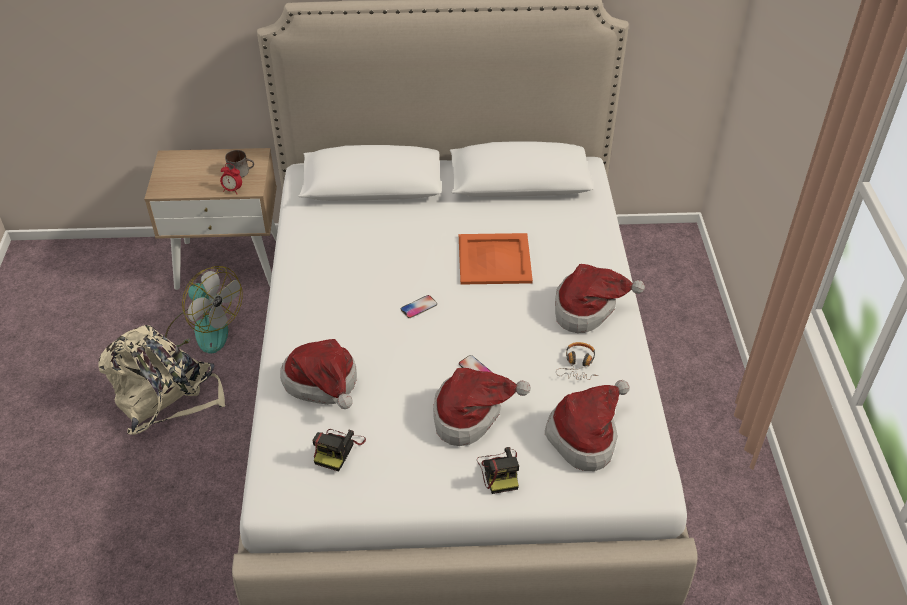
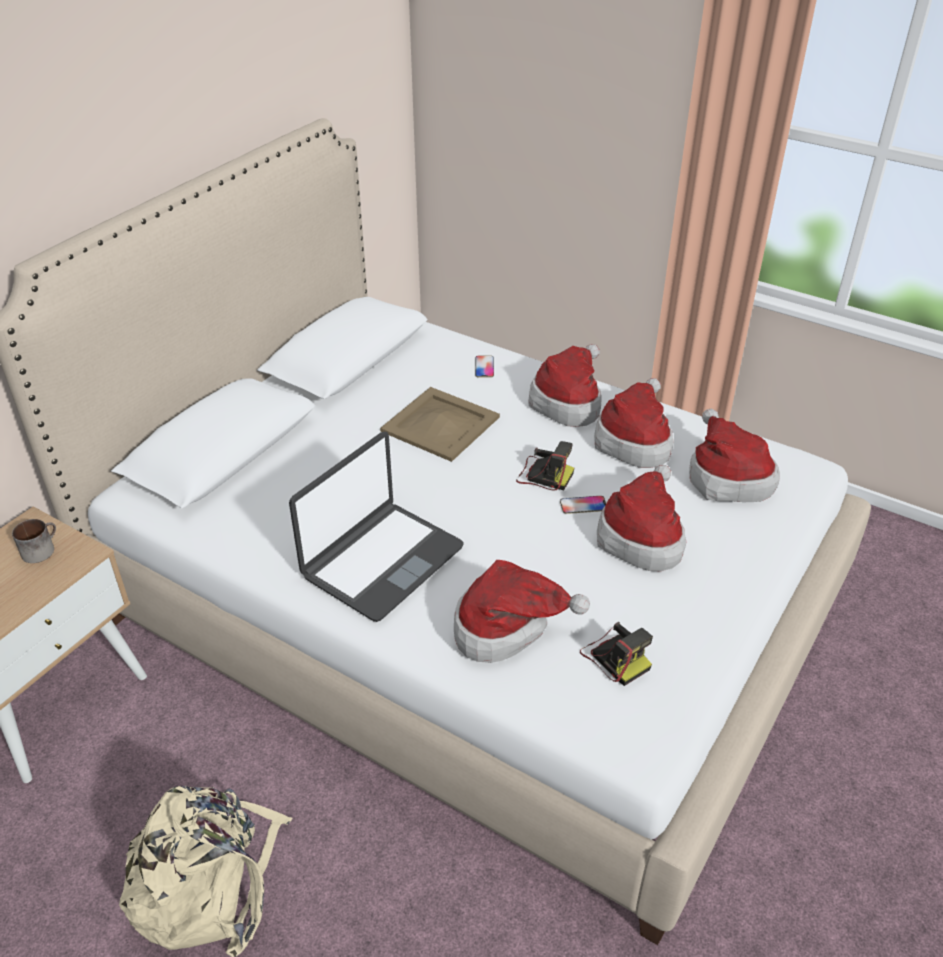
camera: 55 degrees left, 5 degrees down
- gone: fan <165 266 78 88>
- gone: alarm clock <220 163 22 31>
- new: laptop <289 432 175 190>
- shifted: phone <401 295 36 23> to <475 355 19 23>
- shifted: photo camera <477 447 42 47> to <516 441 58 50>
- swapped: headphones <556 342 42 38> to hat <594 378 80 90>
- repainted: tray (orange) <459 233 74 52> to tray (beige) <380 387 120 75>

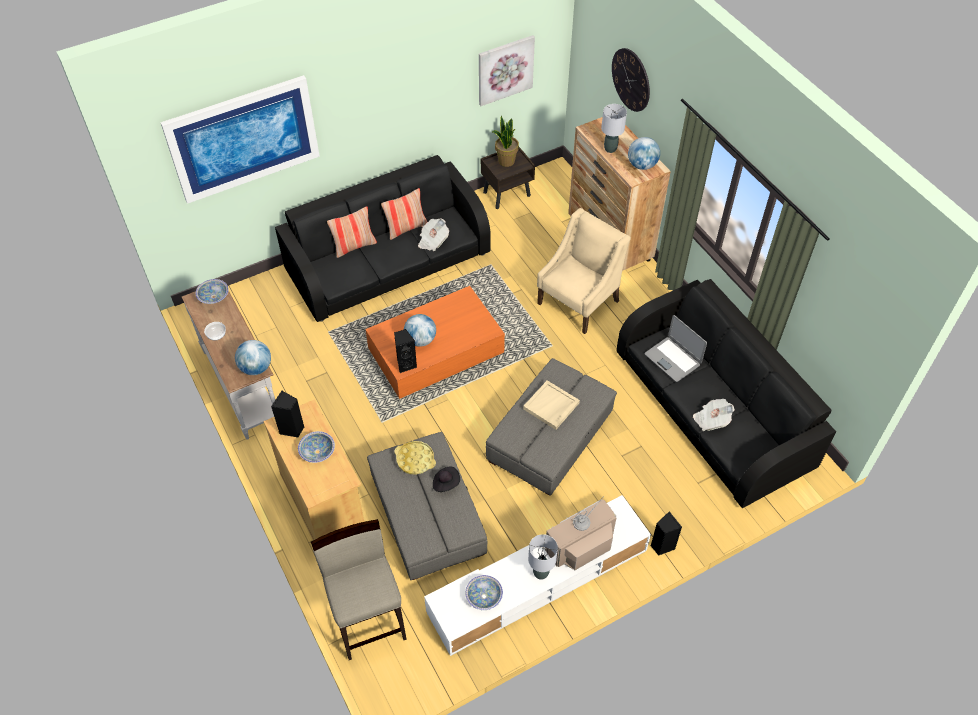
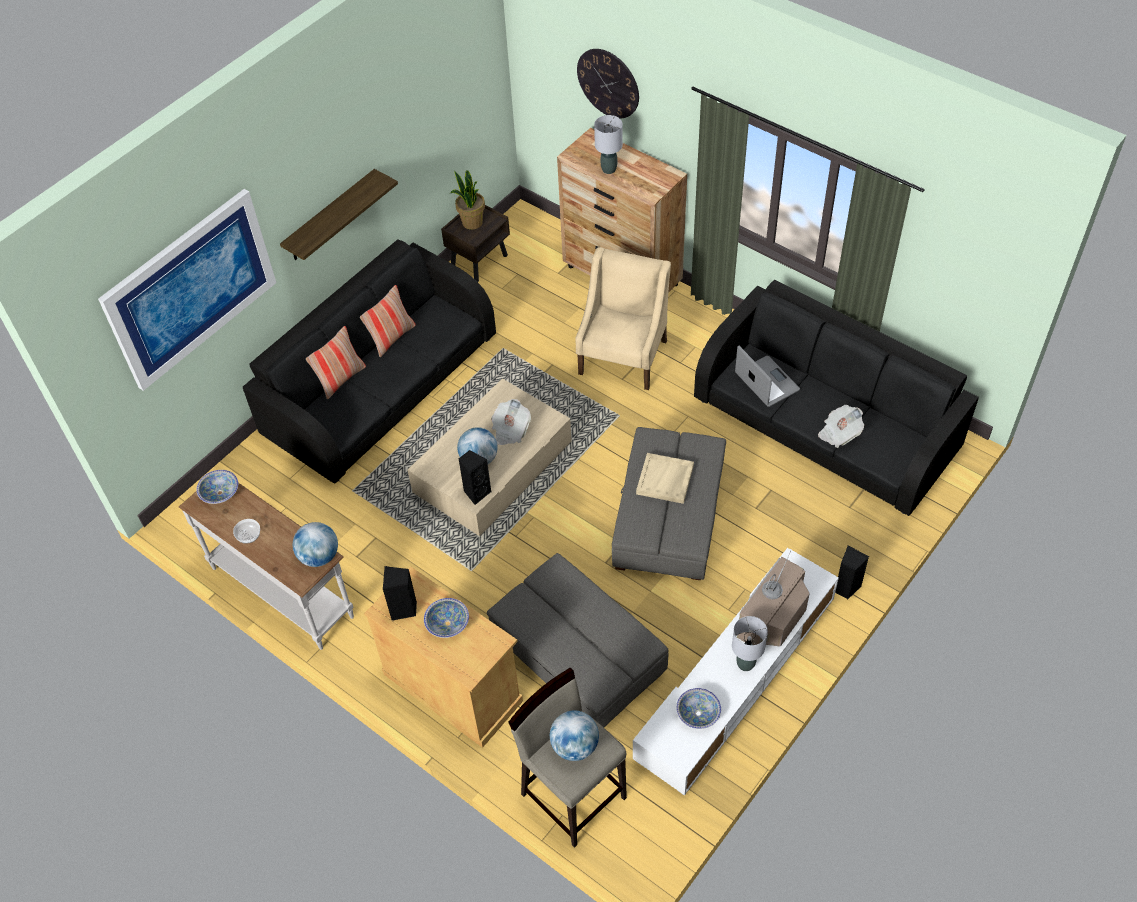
camera: 20 degrees left, 0 degrees up
- gone: tray (yellow) <394 441 42 34>
- gone: hat (black) <433 466 27 26>
- gone: picture <479 35 56 71>
- new: shelf <280 169 118 91>
- shifted: newspaper <418 219 31 32> to <491 399 40 46>
- shifted: globe <628 137 32 33> to <550 710 49 51>
- repainted: coffee table (orange) <366 286 139 113> to coffee table (beige) <408 378 164 158>
- rotated: laptop <645 315 62 67> = <735 346 65 61> 150 degrees counterclockwise

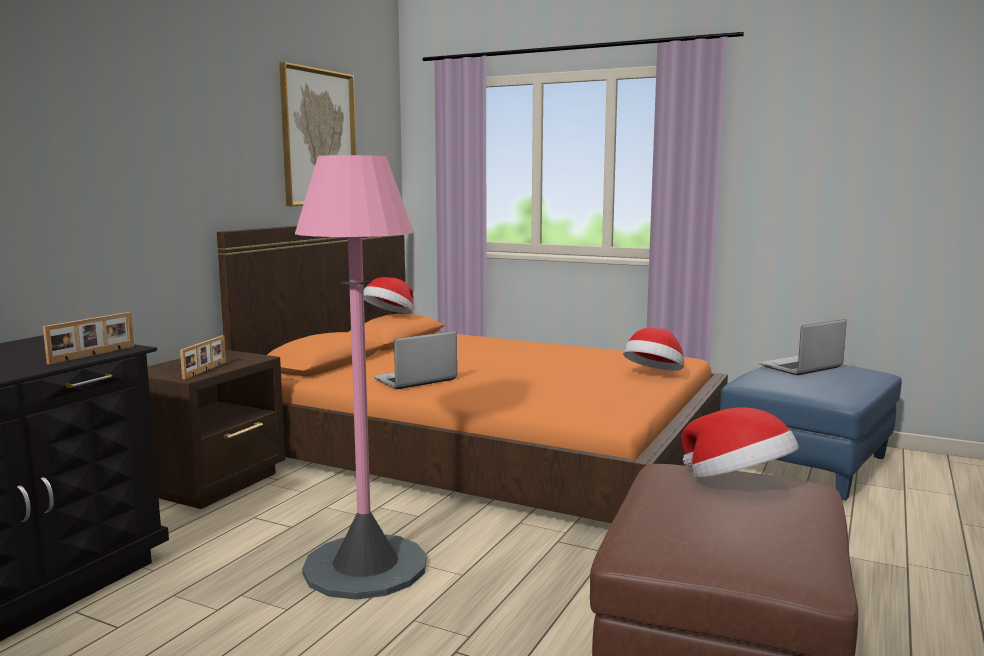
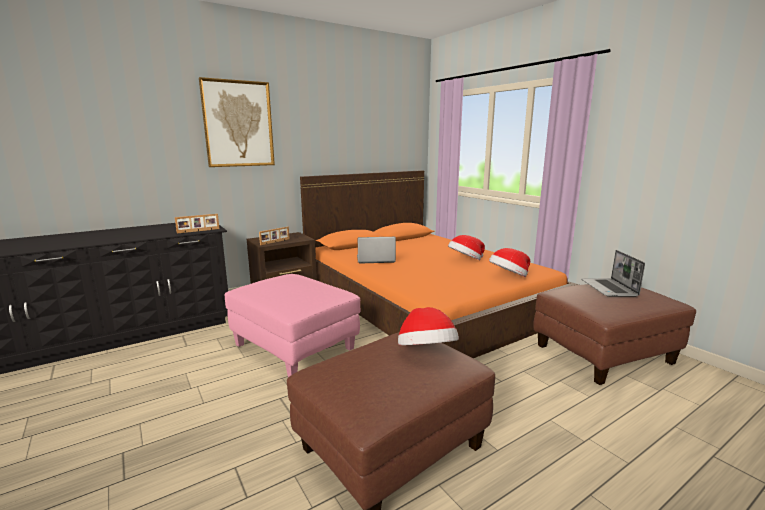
camera: 30 degrees right, 5 degrees up
- shifted: picture <279 62 77 144> to <199 77 76 90>
- shifted: hat <364 277 49 37> to <448 235 37 25>
- swapped: floor lamp (pink) <295 155 132 445> to ottoman (pink) <225 274 135 103>
- repainted: ottoman (blue) <720 365 182 135> to ottoman (brown) <533 284 163 101>
- rotated: laptop <759 319 88 56> = <581 250 64 47> 90 degrees counterclockwise

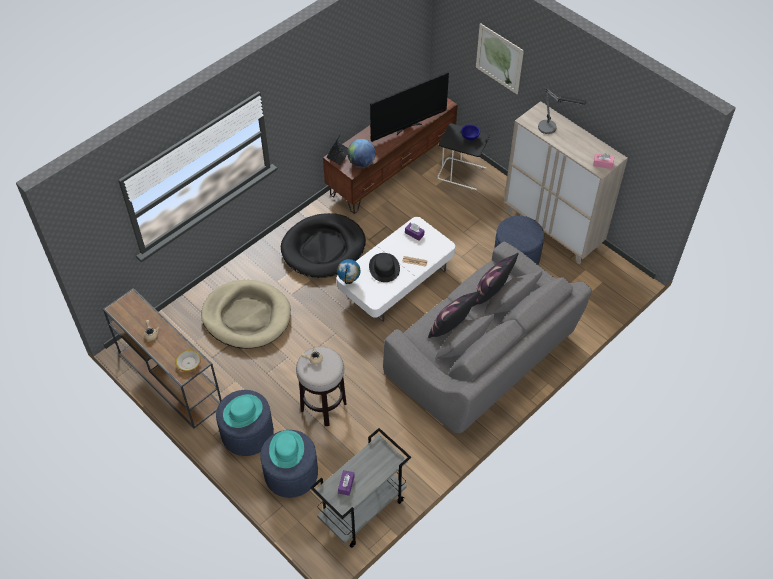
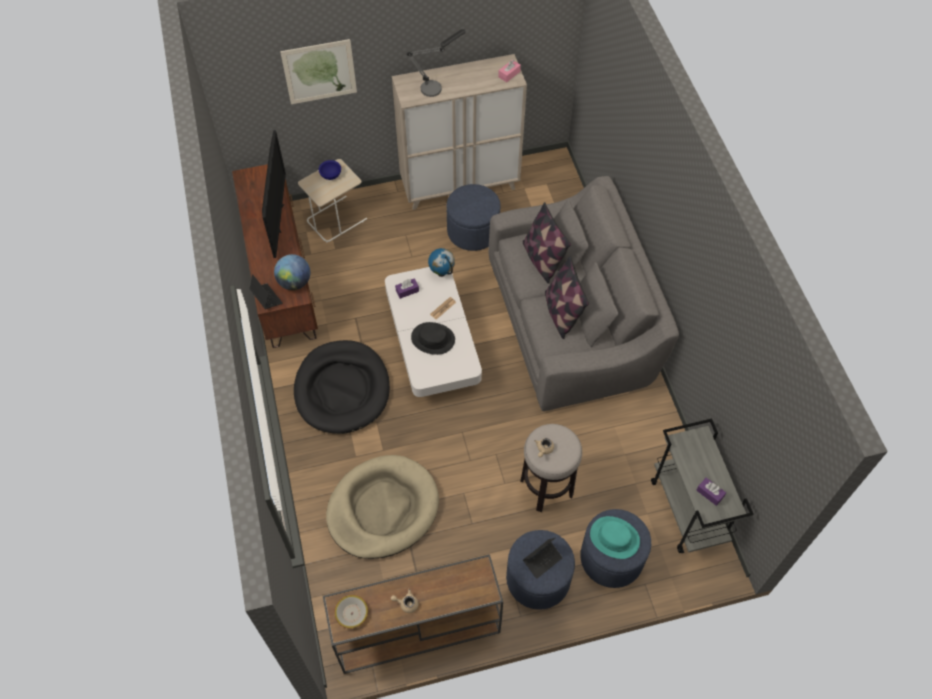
camera: 60 degrees left, 5 degrees up
- shifted: bowl <175 350 26 22> to <334 595 34 34>
- shifted: globe <337 259 23 25> to <428 248 27 29>
- swapped: hat (turquoise) <223 394 40 34> to laptop <523 537 39 42>
- repainted: side table (black) <438 123 52 67> to side table (beige) <298 159 70 84>

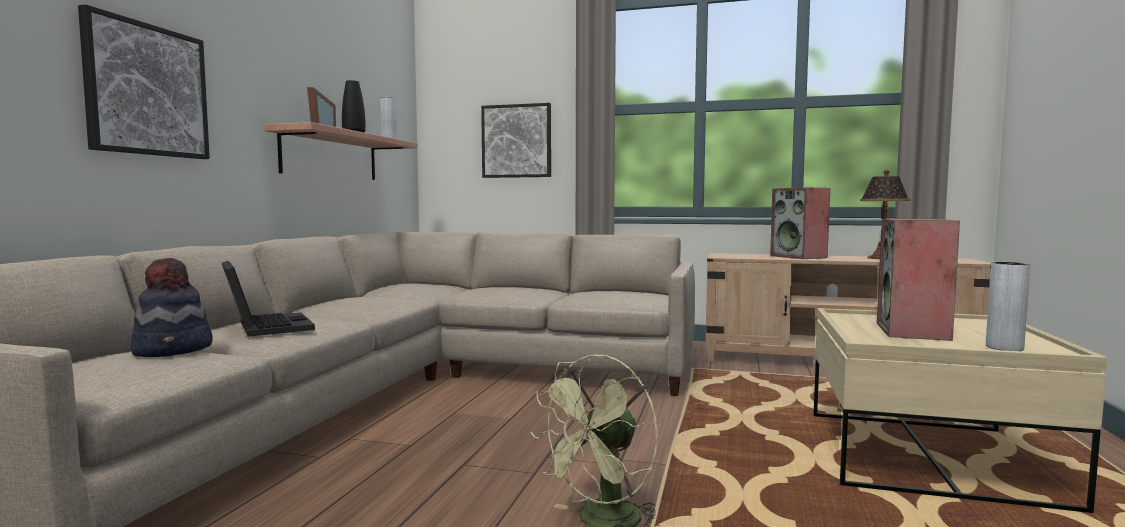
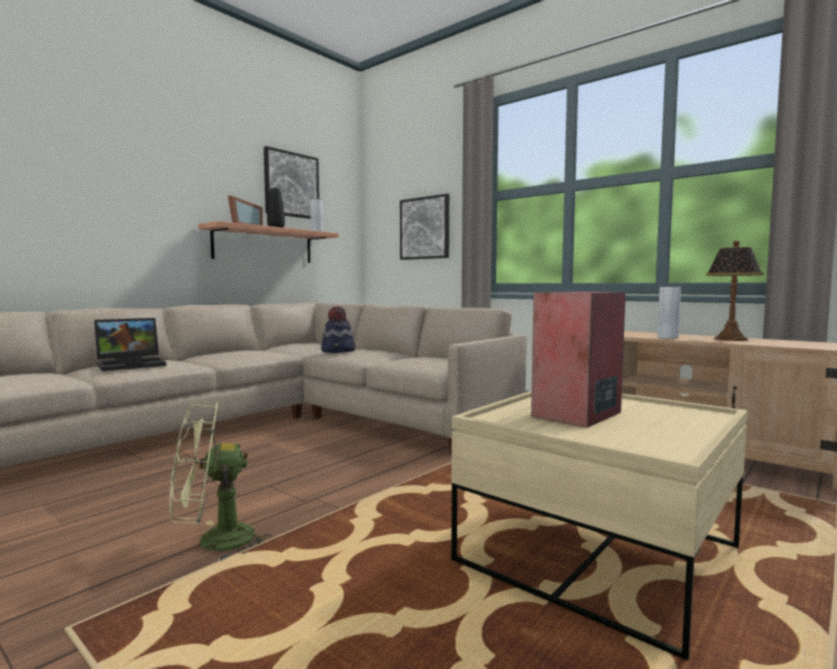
camera: 25 degrees right, 0 degrees up
- gone: speaker <770 188 60 71>
- shifted: picture <78 4 132 155> to <264 146 55 73>
- shifted: hat <130 258 83 99> to <321 306 34 47>
- shifted: vase (grey) <986 262 44 89> to <658 286 23 53>
- rotated: laptop <222 261 93 76> = <94 318 72 53> 60 degrees clockwise

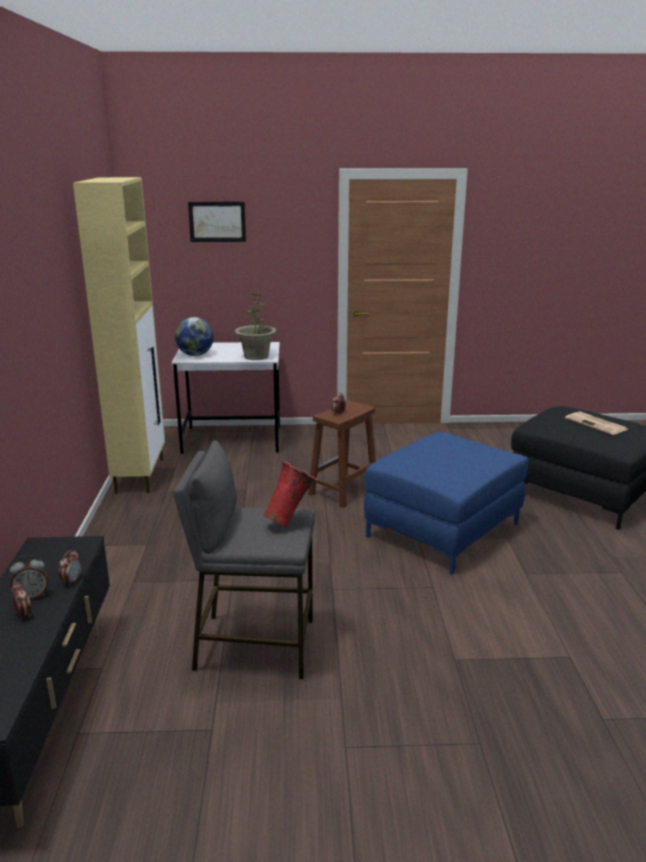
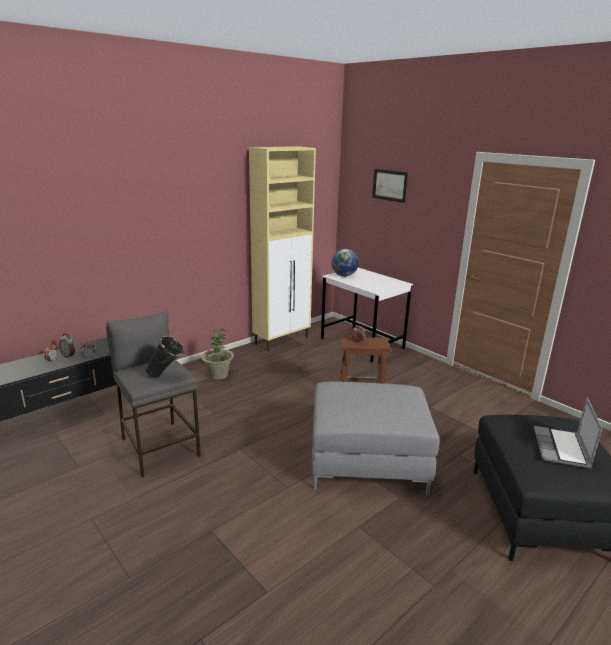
camera: 50 degrees right, 0 degrees up
- shifted: potted plant <235 294 41 66> to <201 328 33 52>
- swapped: newspaper <565 411 63 24> to laptop <534 397 69 72>
- repainted: vase (red) <263 461 55 66> to vase (black) <145 336 39 42>
- repainted: ottoman (blue) <364 432 164 143> to ottoman (grey) <312 382 127 114>

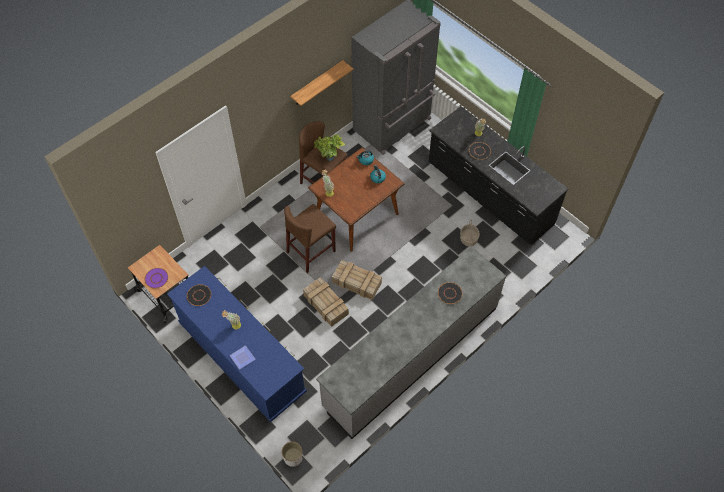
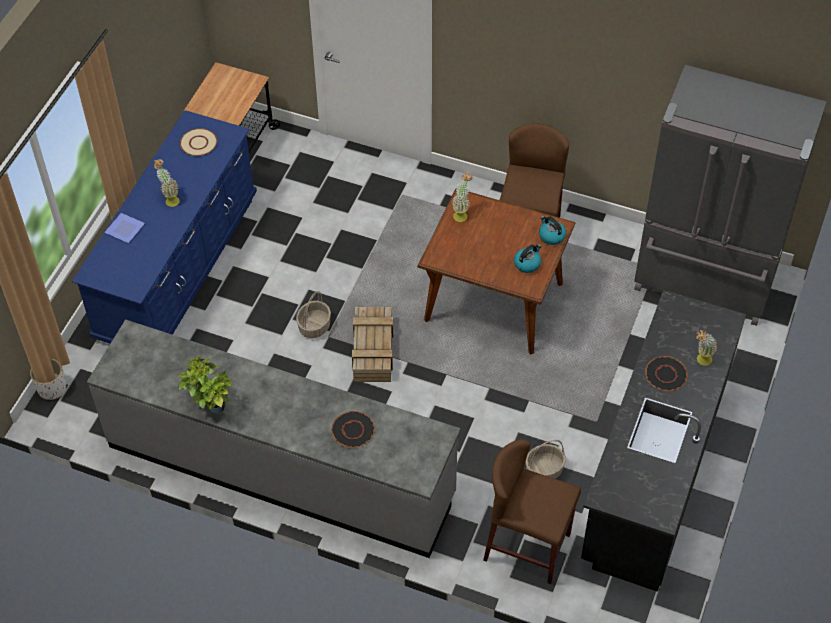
camera: 65 degrees right, 5 degrees down
- gone: plate (purple) <144 268 24 21>
- gone: shelf <290 60 63 46>
- shifted: stool (brown) <284 204 52 69> to <483 439 98 145>
- shifted: potted plant <314 134 31 27> to <178 357 54 57>
- swapped: crate <303 277 46 50> to basket <296 291 35 47>
- repainted: plate (black) <187 284 24 22> to plate (beige) <180 128 37 28>

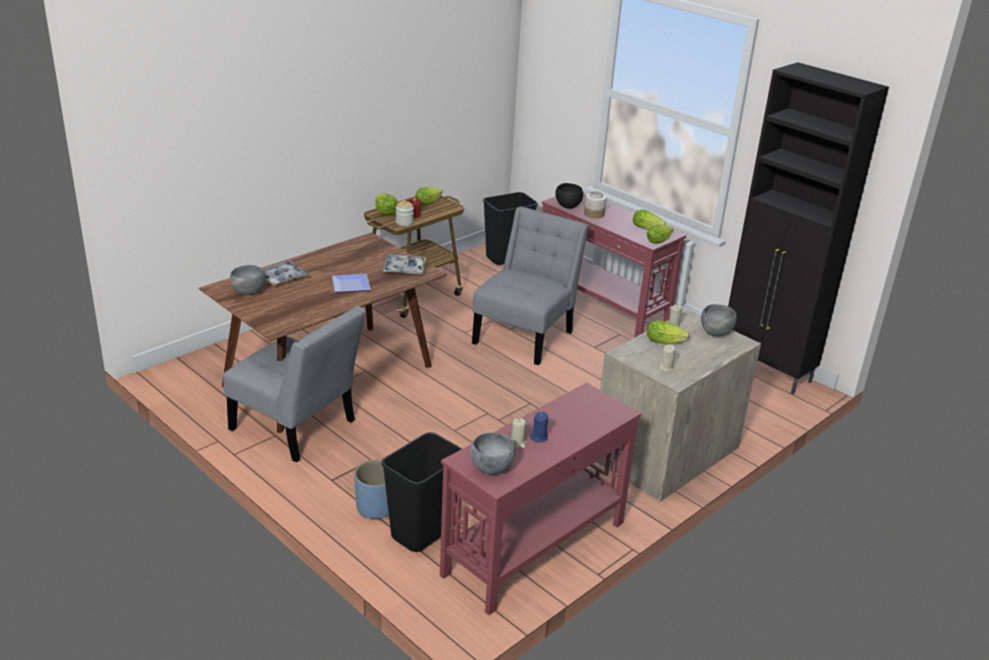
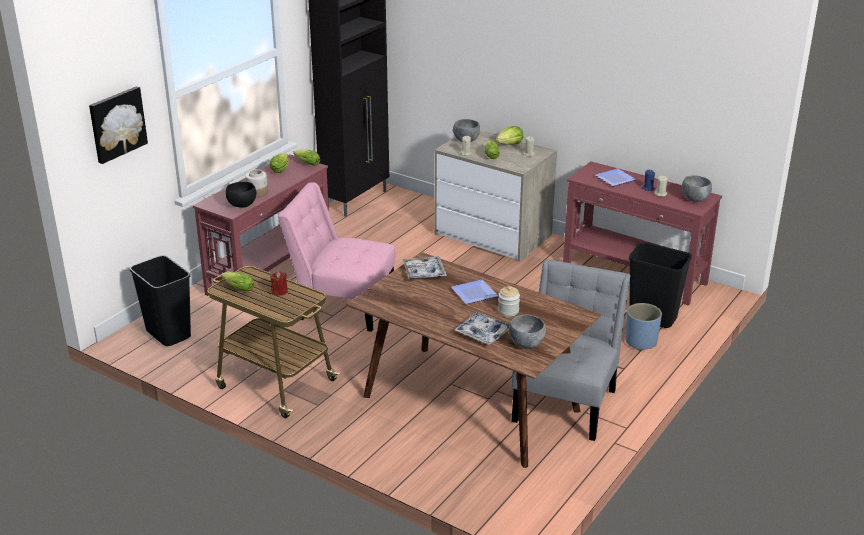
camera: 100 degrees left, 0 degrees up
- new: picture <89 86 59 78>
- new: plate <595 169 42 17>
- shifted: lettuce <375 193 23 22> to <495 126 28 19>
- shifted: jar <396 200 18 26> to <498 286 22 31>
- repainted: chair (grey) <472 206 117 159> to chair (pink) <278 182 117 150>

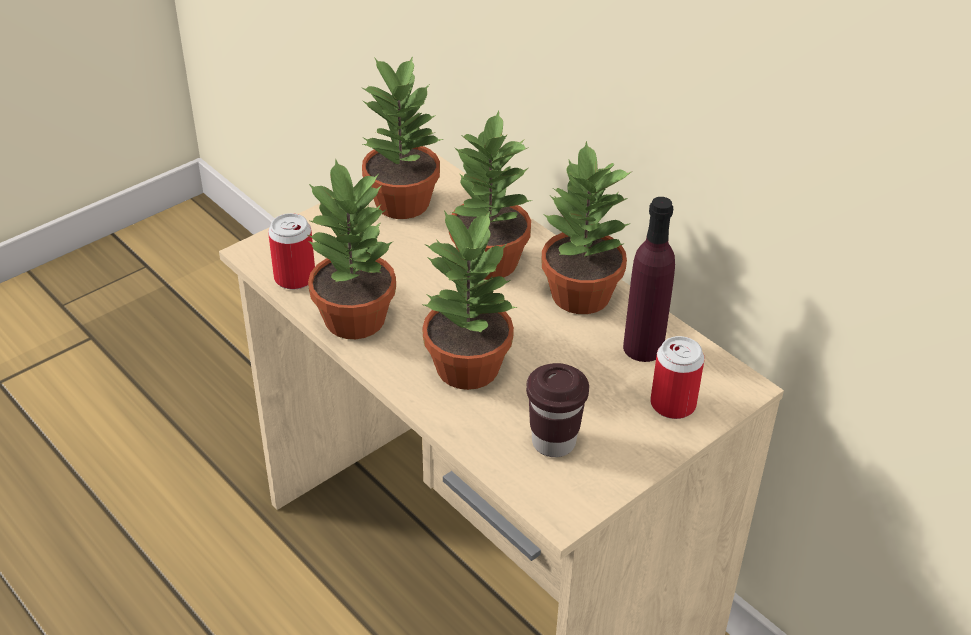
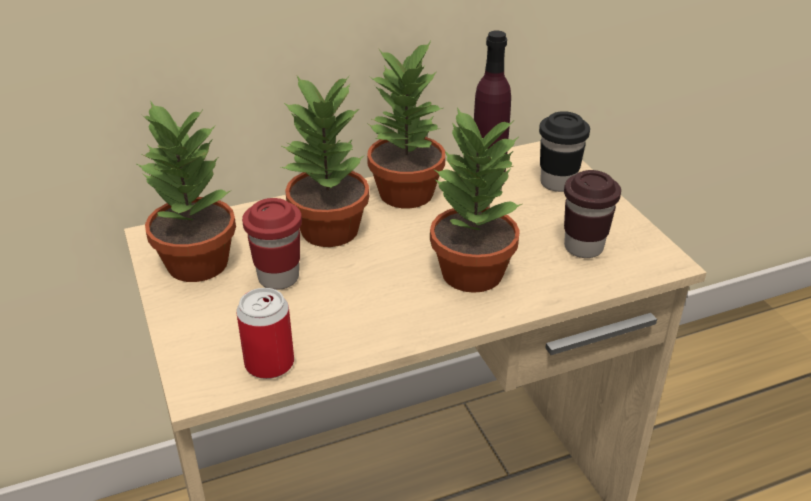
camera: 70 degrees left, 5 degrees down
- gone: potted plant <308 158 88 181>
- new: cup (red) <242 198 60 92>
- swapped: can <650 336 55 83> to cup (black) <539 111 51 81>

